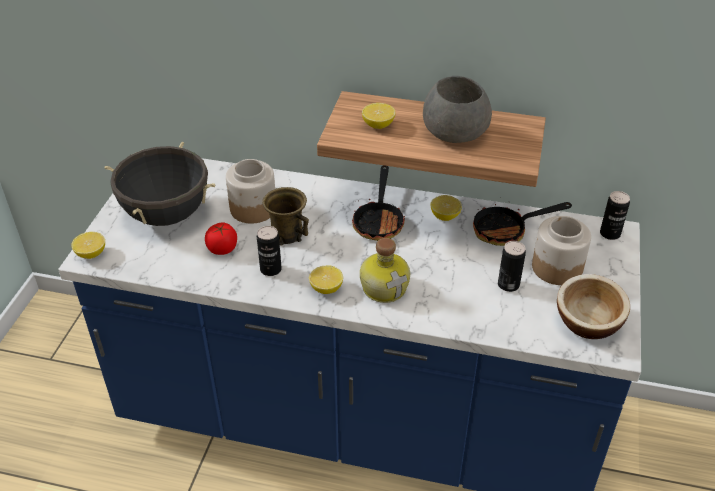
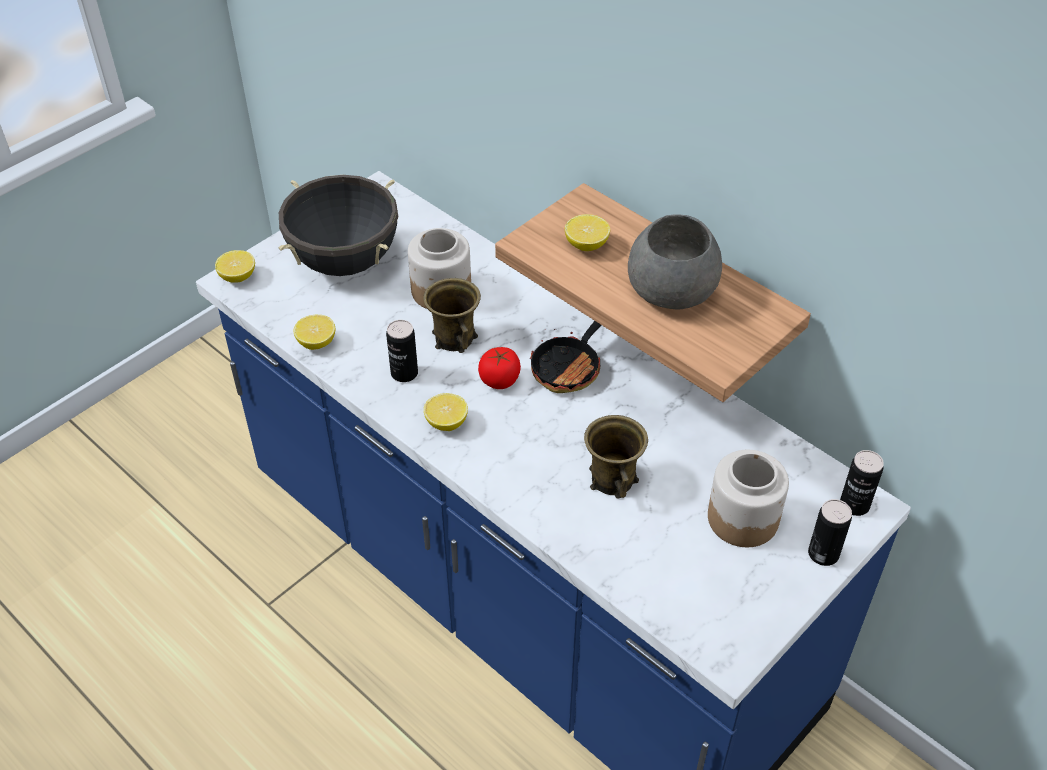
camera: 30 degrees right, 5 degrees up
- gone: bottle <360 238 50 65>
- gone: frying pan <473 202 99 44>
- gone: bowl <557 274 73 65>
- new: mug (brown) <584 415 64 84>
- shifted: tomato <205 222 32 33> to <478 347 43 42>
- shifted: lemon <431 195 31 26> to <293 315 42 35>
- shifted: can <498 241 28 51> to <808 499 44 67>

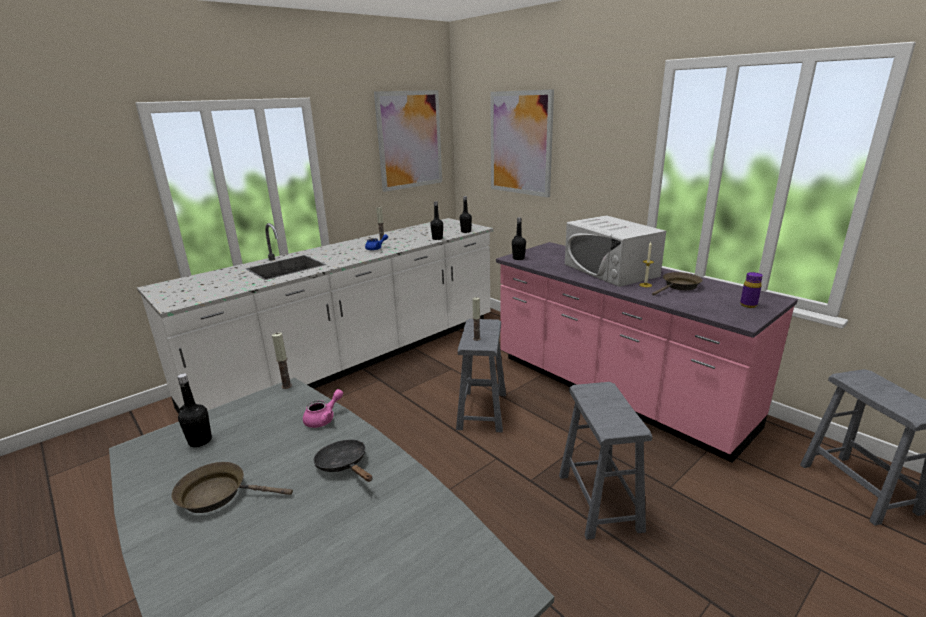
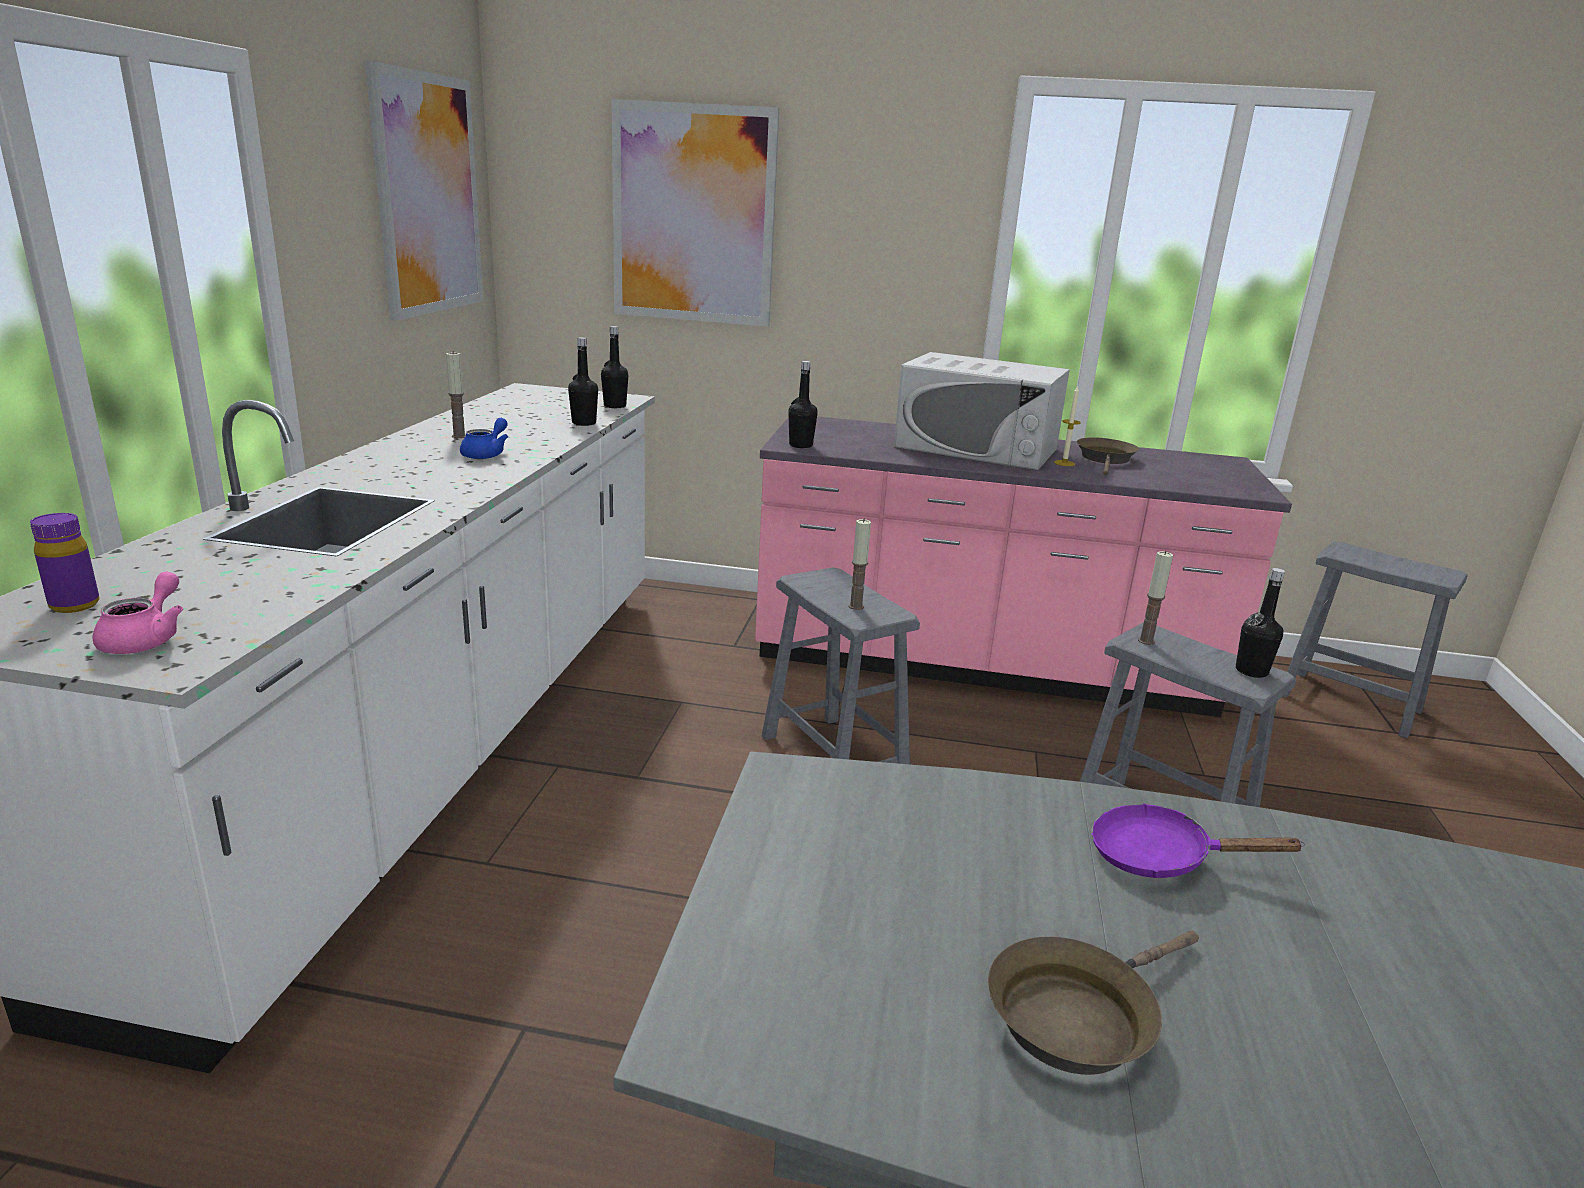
camera: 40 degrees left, 0 degrees up
- shifted: bottle (black) <177 373 35 74> to <1236 568 49 110>
- shifted: candle <272 332 20 57> to <1138 551 35 94>
- shifted: teapot (pink) <303 389 40 39> to <92 572 91 82>
- shifted: bottle (purple) <740 272 23 36> to <30 513 70 100>
- repainted: frying pan (black) <314 440 58 42> to frying pan (purple) <1091 803 214 75>

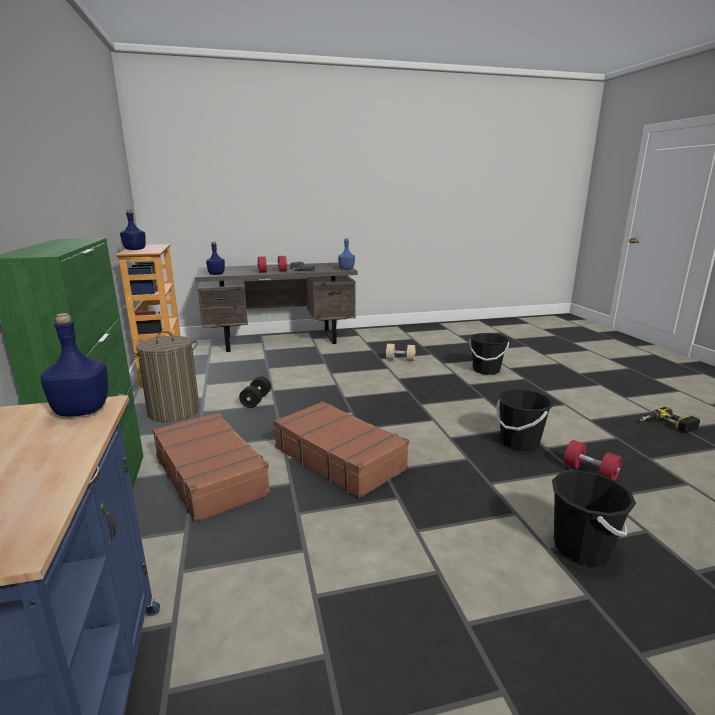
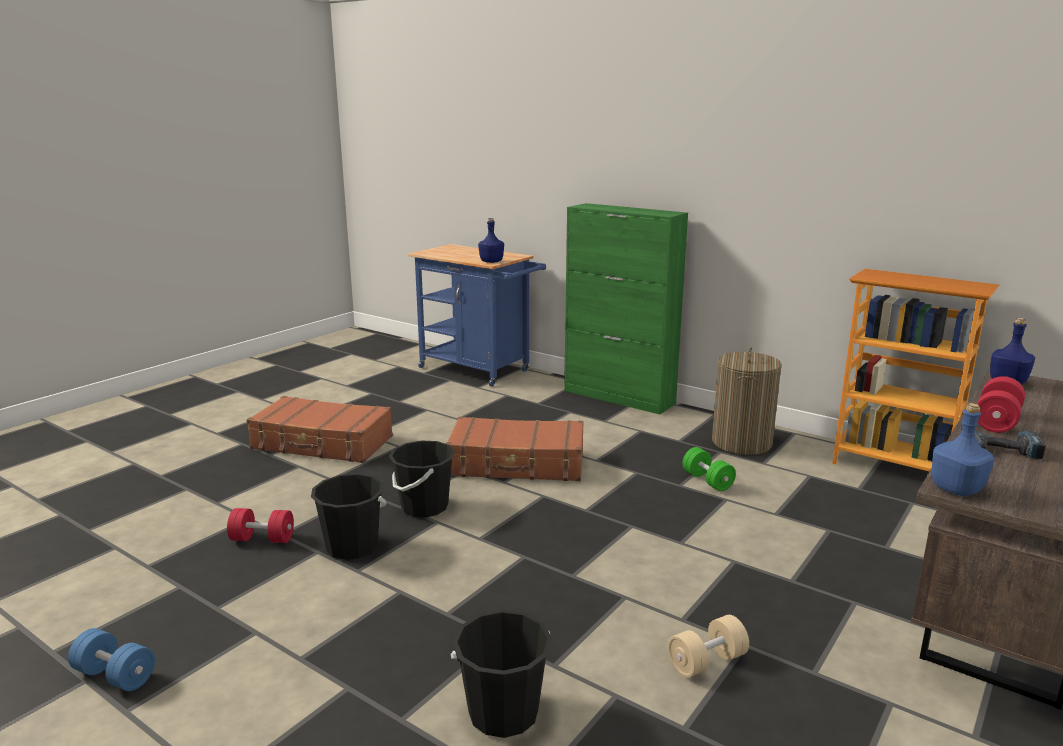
camera: 140 degrees right, 0 degrees up
- gone: bottle (blue) <120 210 26 40>
- shifted: suitcase (brown) <152 412 118 111> to <246 396 147 67>
- shifted: bucket (black) <552 470 84 96> to <389 440 66 77>
- swapped: power drill <639 406 61 27> to dumbbell (blue) <68 628 87 63>
- repainted: dumbbell (black) <239 376 32 32> to dumbbell (green) <683 447 53 44>

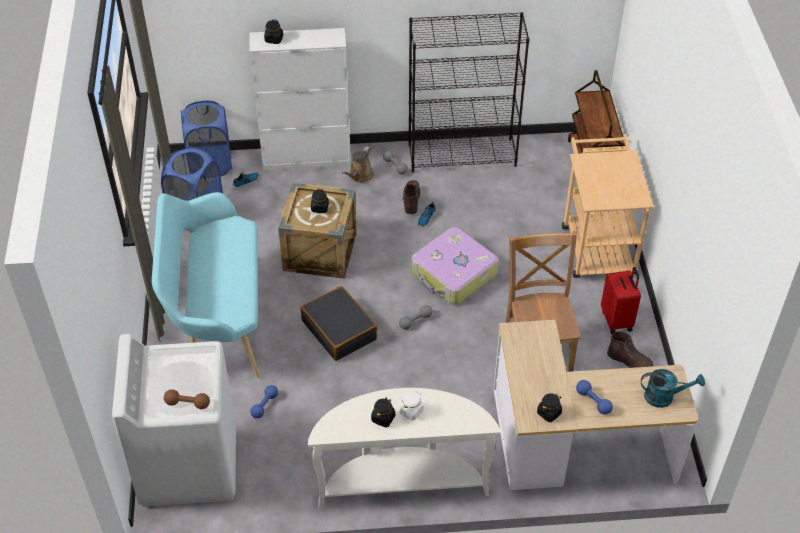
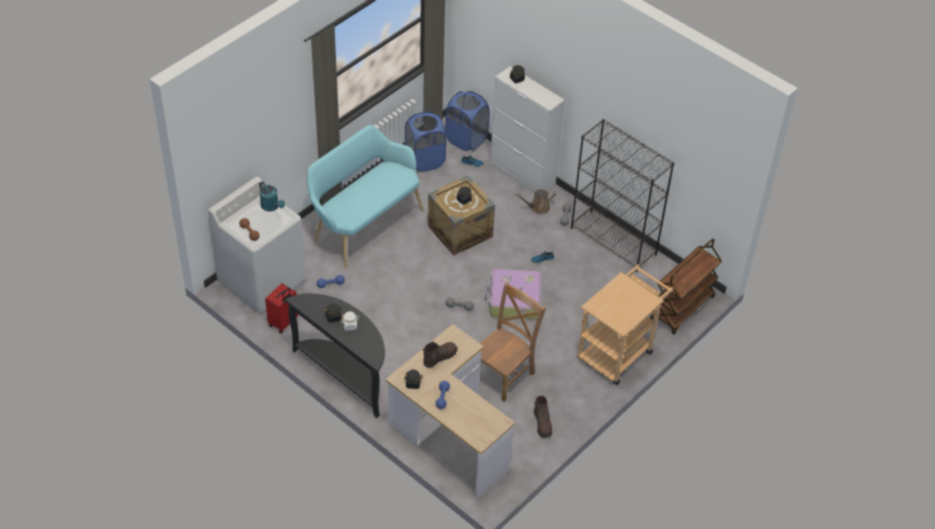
camera: 45 degrees right, 0 degrees up
- gone: suitcase (black) <300 286 77 75>
- shifted: boot (brown) <401 180 19 34> to <423 341 35 27>
- shifted: suitcase (red) <601 267 40 67> to <265 283 33 51>
- shifted: watering can (turquoise) <641 369 64 39> to <259 181 26 31>
- repainted: console table (white) <308 388 193 119> to console table (black) <285 293 100 125>

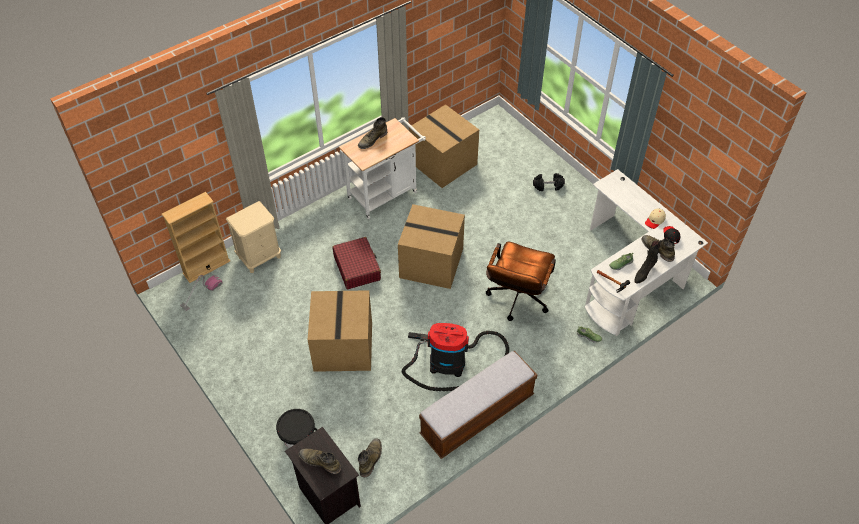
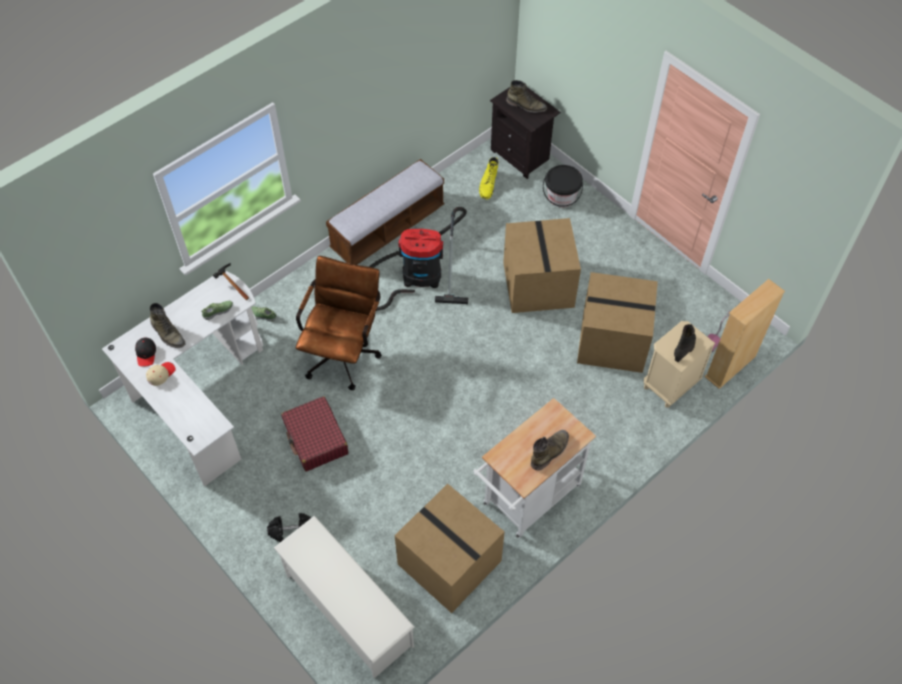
camera: 175 degrees right, 5 degrees up
- new: shoe rack (white) <274 516 140 162>
- shifted: suitcase (red) <332 237 49 52> to <281 396 68 76>
- shifted: cardboard box <398 204 67 85> to <577 272 81 101>
- shifted: boot (black) <634 240 27 43> to <674 324 22 38>
- repainted: boot (green) <358 439 24 38> to boot (yellow) <479 157 20 43>

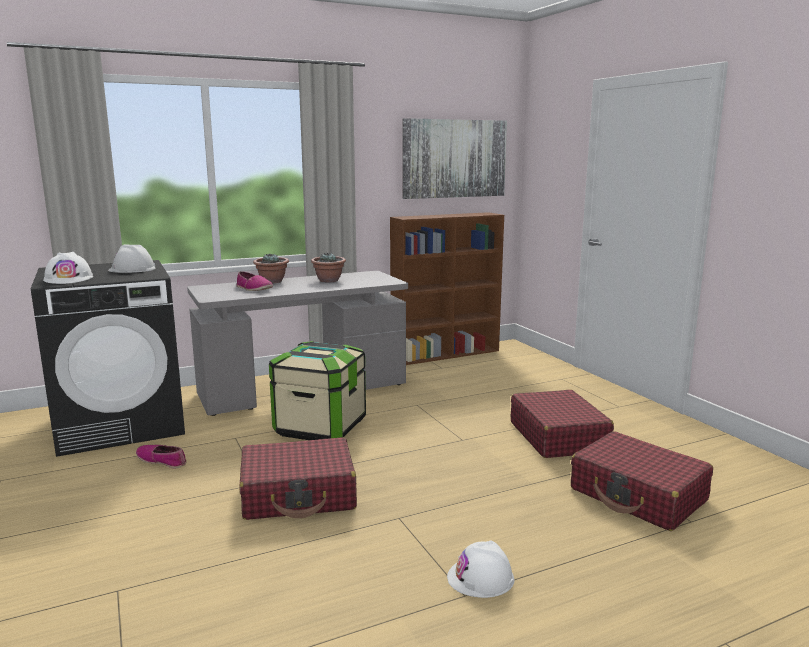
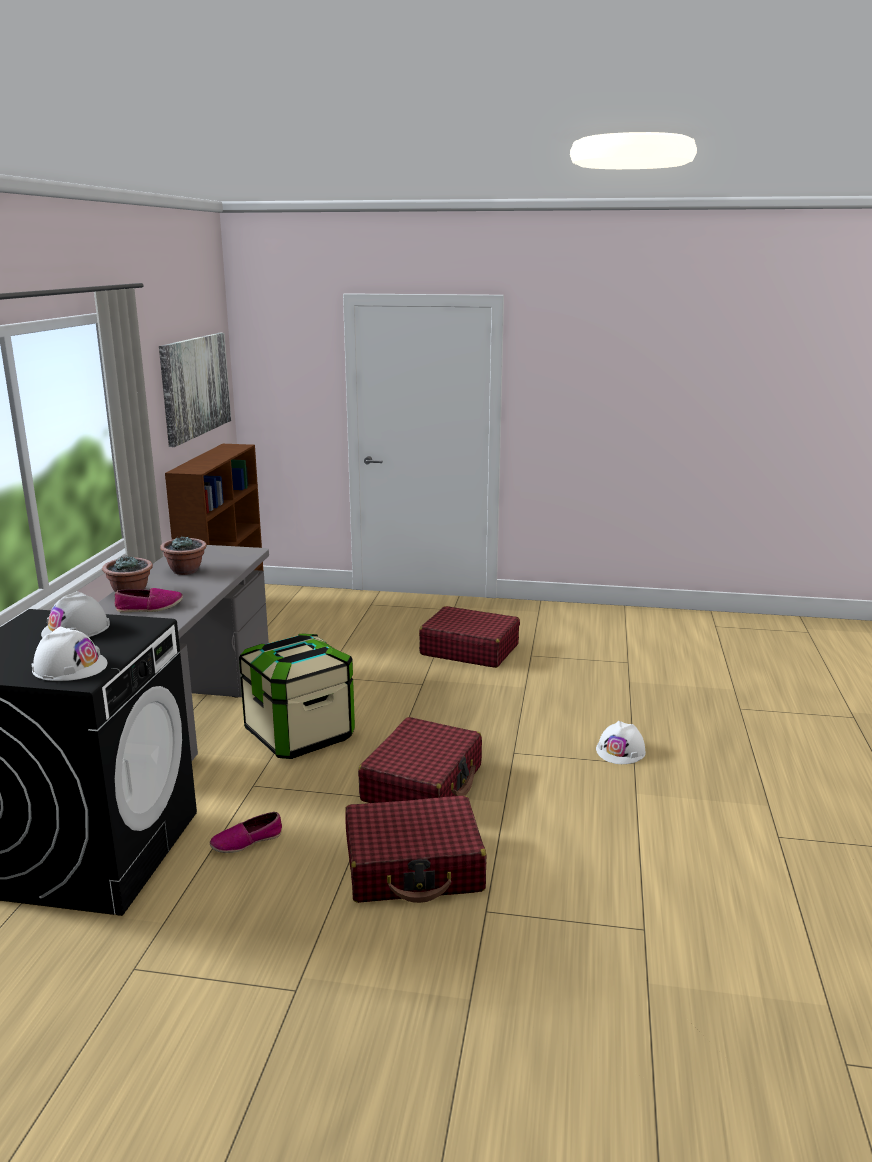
camera: 55 degrees left, 5 degrees up
- shifted: suitcase (red) <571 431 142 100> to <345 796 141 107>

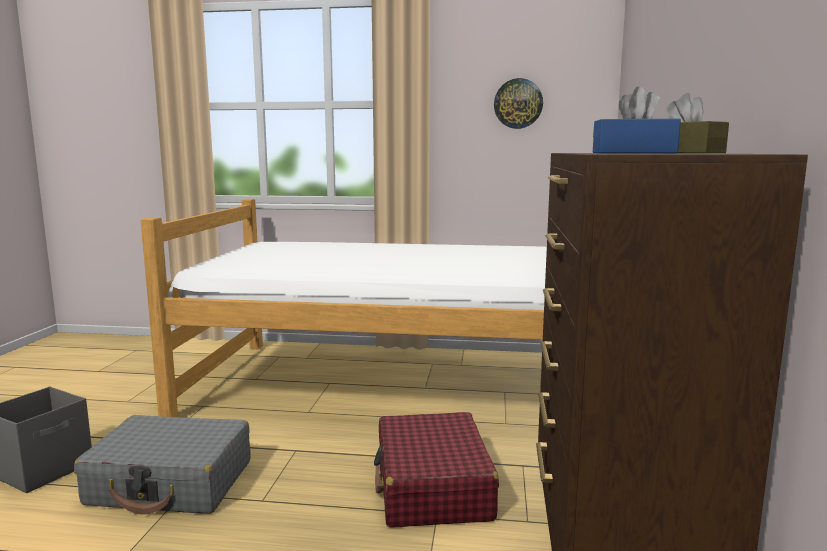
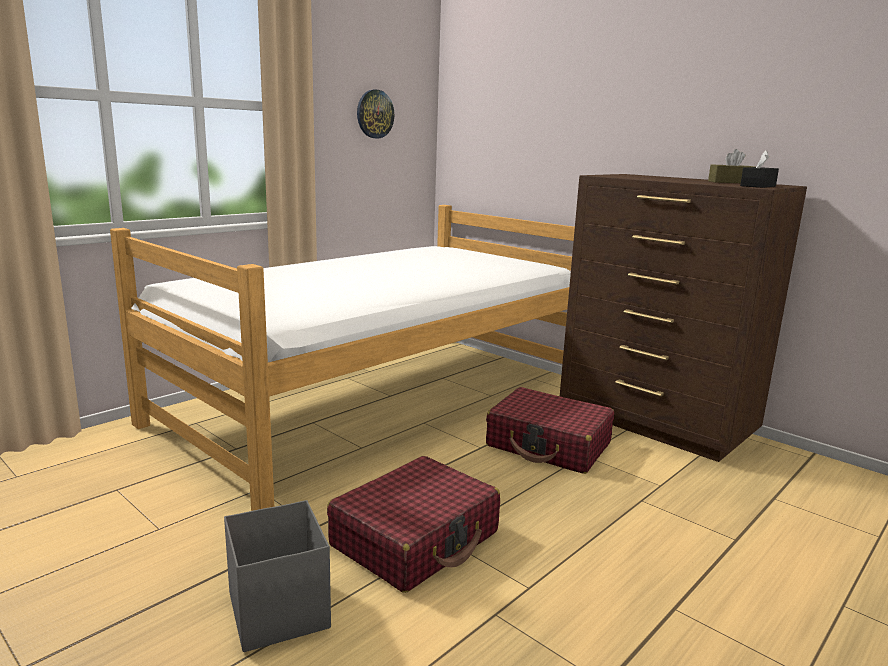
camera: 55 degrees left, 5 degrees up
- repainted: suitcase (grey) <74 415 177 100> to suitcase (red) <327 456 173 137>
- repainted: tissue box (blue) <593 87 88 66> to tissue box (black) <740 150 39 38>

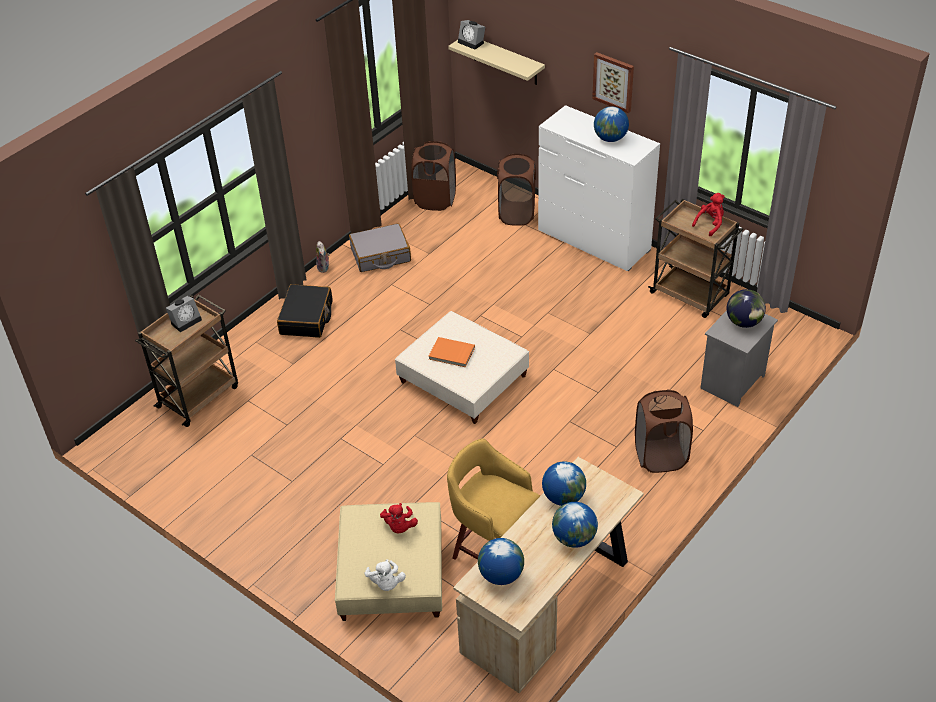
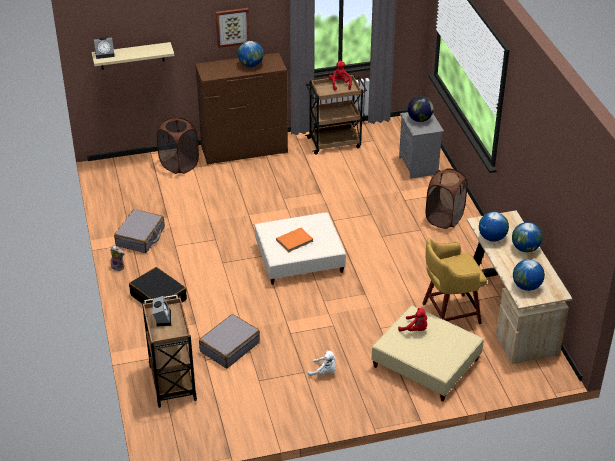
camera: 55 degrees left, 5 degrees down
- gone: laundry basket (brown) <411 141 45 70>
- new: suitcase (grey) <199 314 61 54>
- shifted: plush toy (white) <365 559 41 32> to <308 351 28 25>
- repainted: dresser (white) <538 105 122 166> to dresser (brown) <196 53 92 112>

